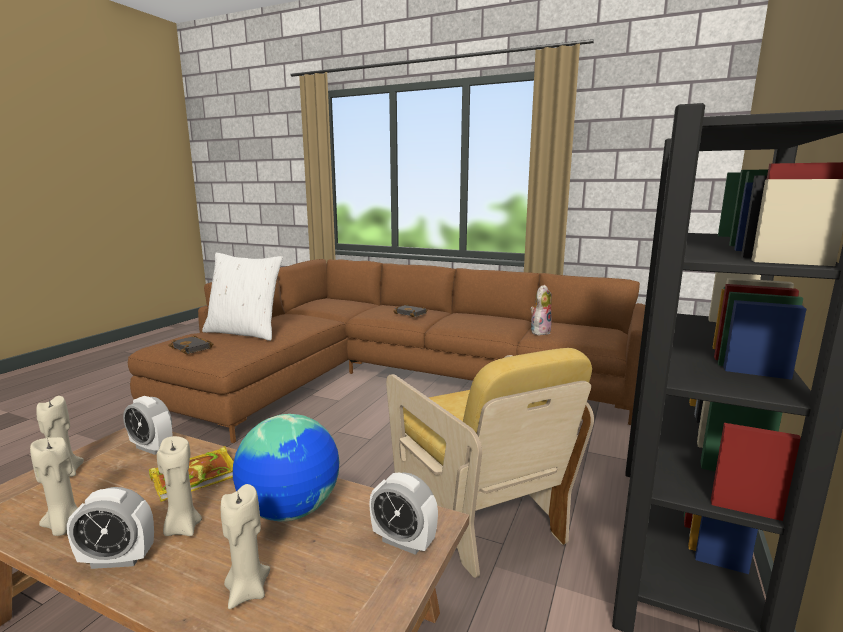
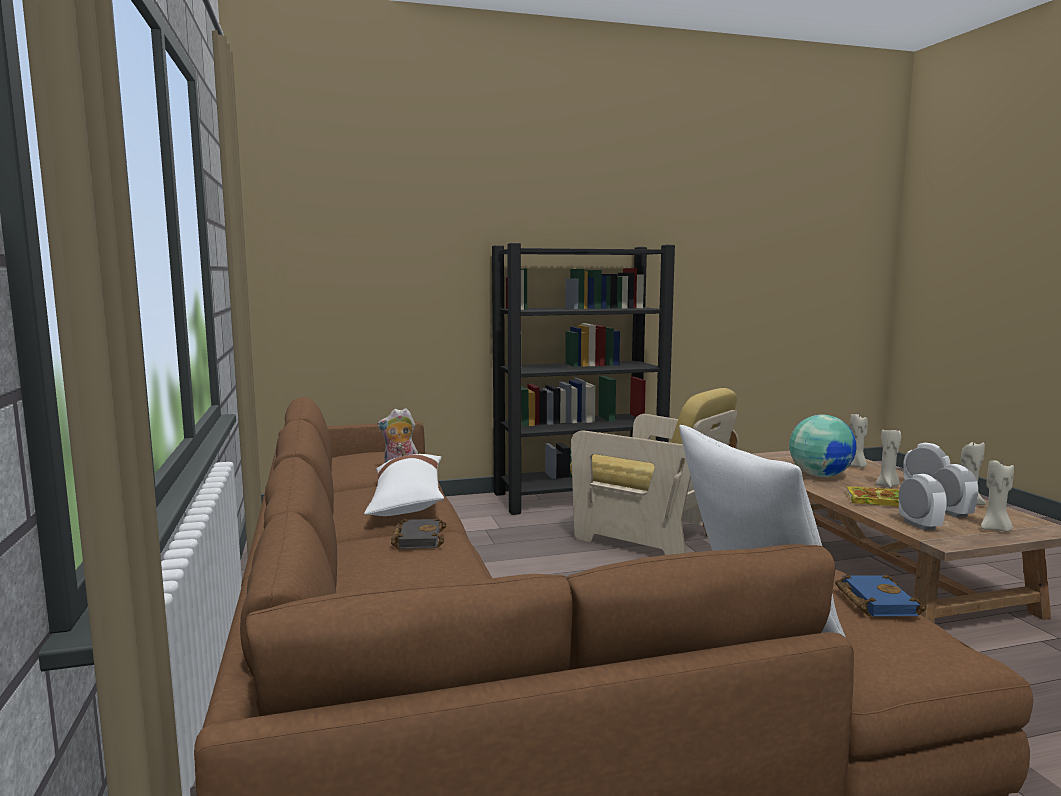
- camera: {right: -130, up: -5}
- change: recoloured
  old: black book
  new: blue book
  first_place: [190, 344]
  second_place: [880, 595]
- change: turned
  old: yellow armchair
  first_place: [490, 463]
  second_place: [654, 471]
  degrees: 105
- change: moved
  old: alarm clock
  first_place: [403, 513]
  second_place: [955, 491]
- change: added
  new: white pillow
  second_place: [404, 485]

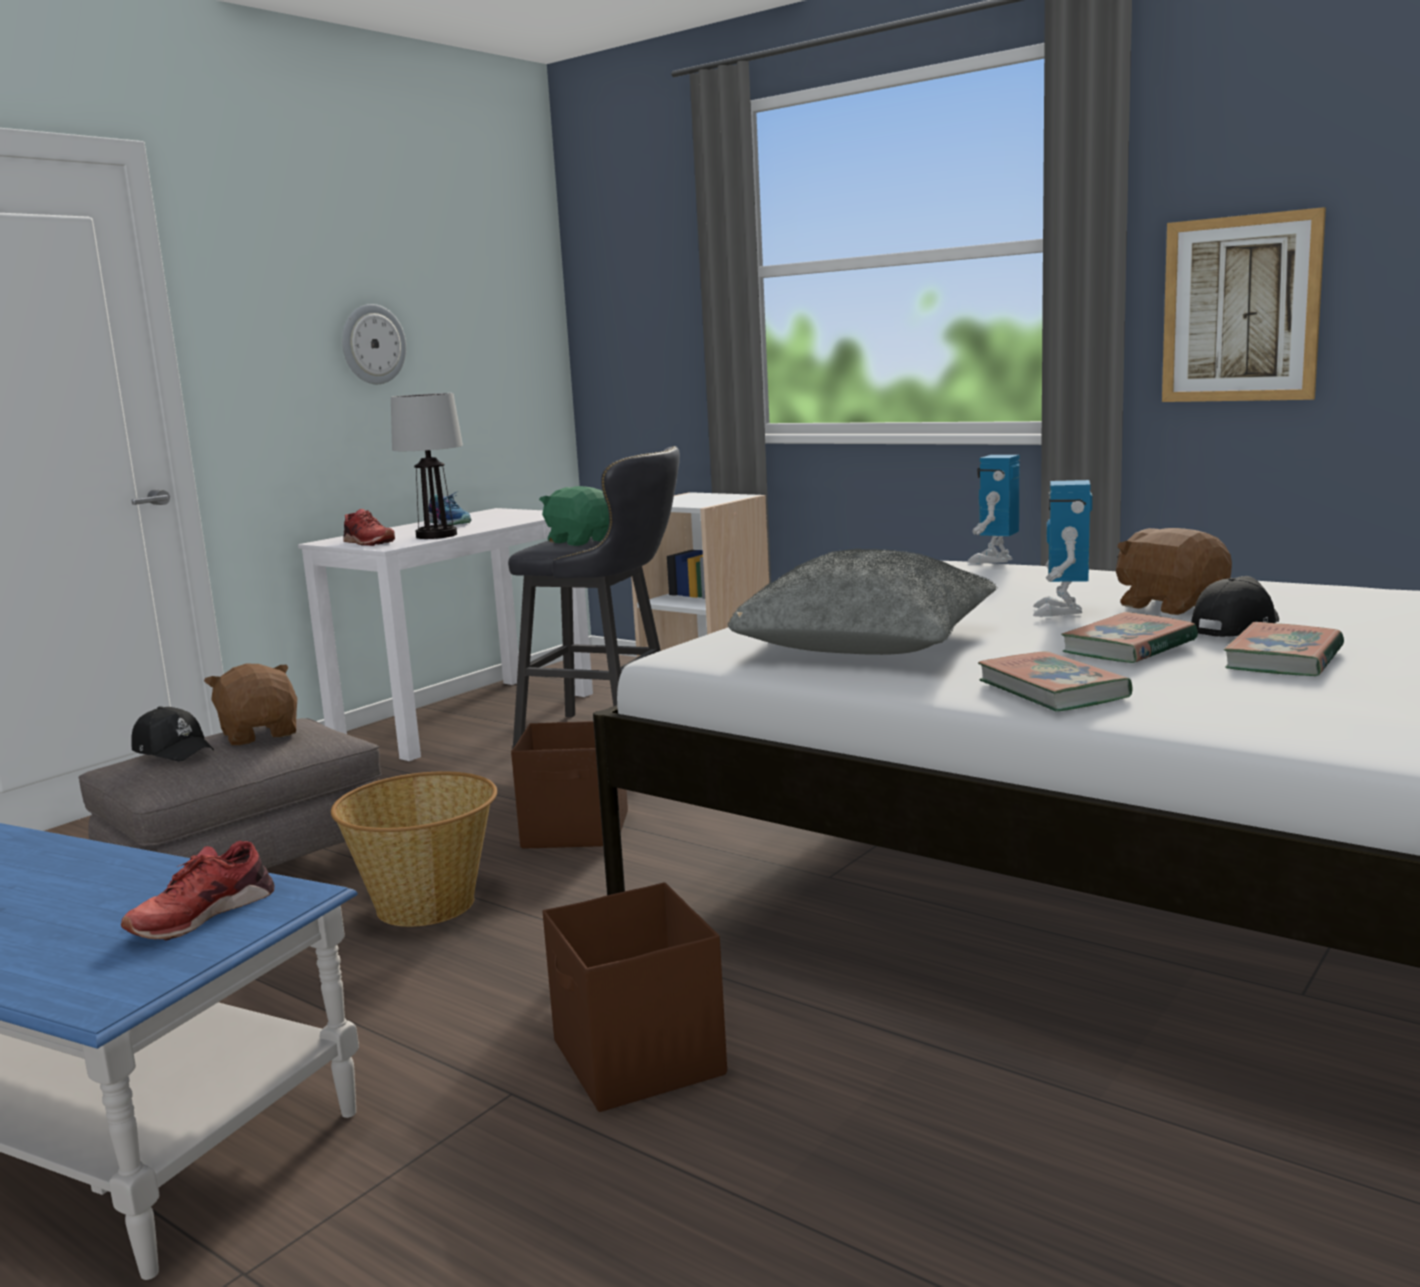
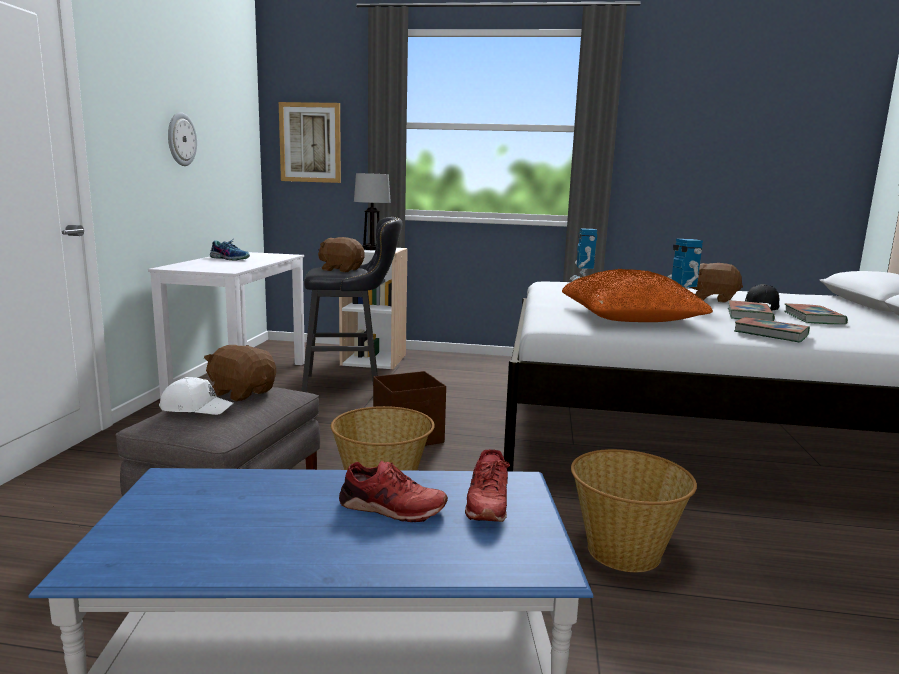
- camera: {right: -30, up: 0}
- change: moved
  old: picture
  first_place: [1244, 304]
  second_place: [310, 142]
- change: moved
  old: table lamp
  first_place: [427, 466]
  second_place: [372, 211]
- change: recoloured
  old: green plush toy
  new: brown plush toy
  first_place: [574, 516]
  second_place: [341, 254]
- change: moved
  old: red shoe
  first_place: [369, 527]
  second_place: [393, 491]
- change: recoloured
  old: grey pillow
  new: orange pillow
  first_place: [862, 601]
  second_place: [637, 295]
- change: recoloured
  old: black cap
  new: white cap
  first_place: [172, 734]
  second_place: [196, 396]
- change: replaced
  old: brown storage box
  new: basket
  first_place: [635, 997]
  second_place: [634, 510]

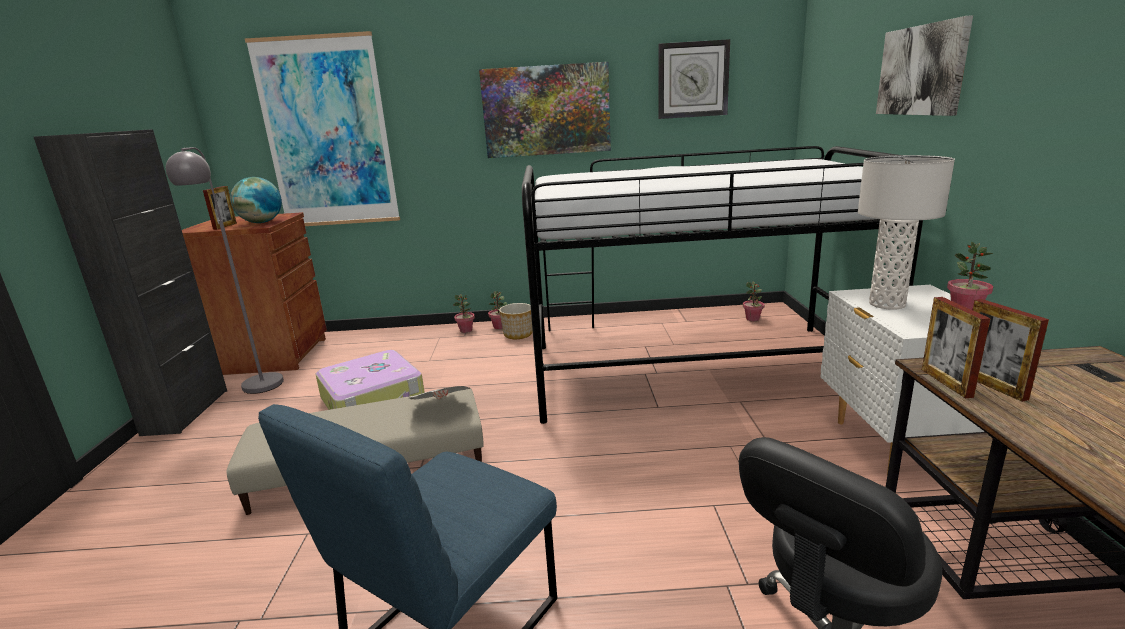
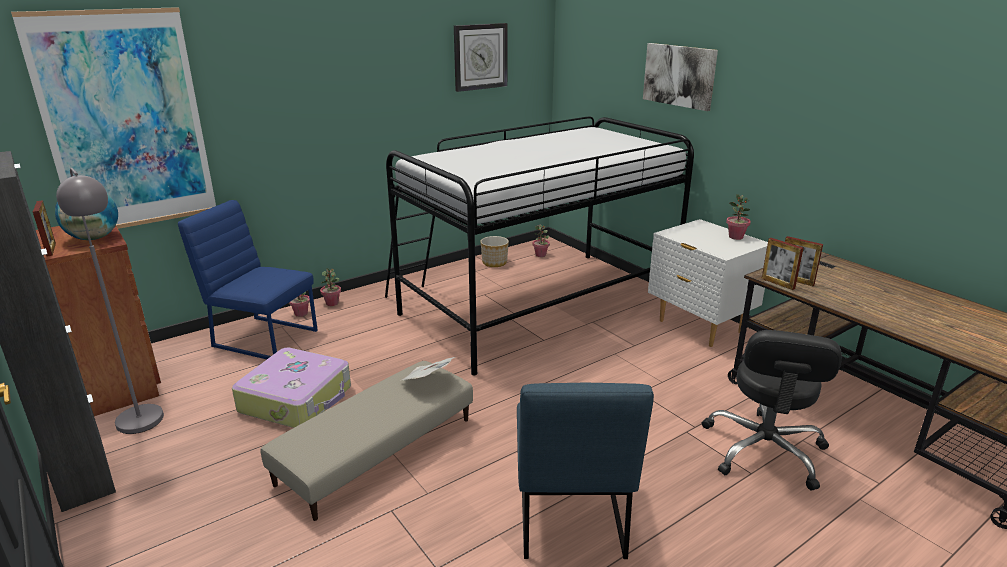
- camera: {right: -35, up: 5}
- change: removed
  old: picture
  first_place: [545, 110]
- change: removed
  old: white table lamp
  first_place: [906, 232]
- change: moved
  old: planter
  first_place: [516, 321]
  second_place: [494, 251]
- change: added
  new: blue chair
  second_place: [248, 279]

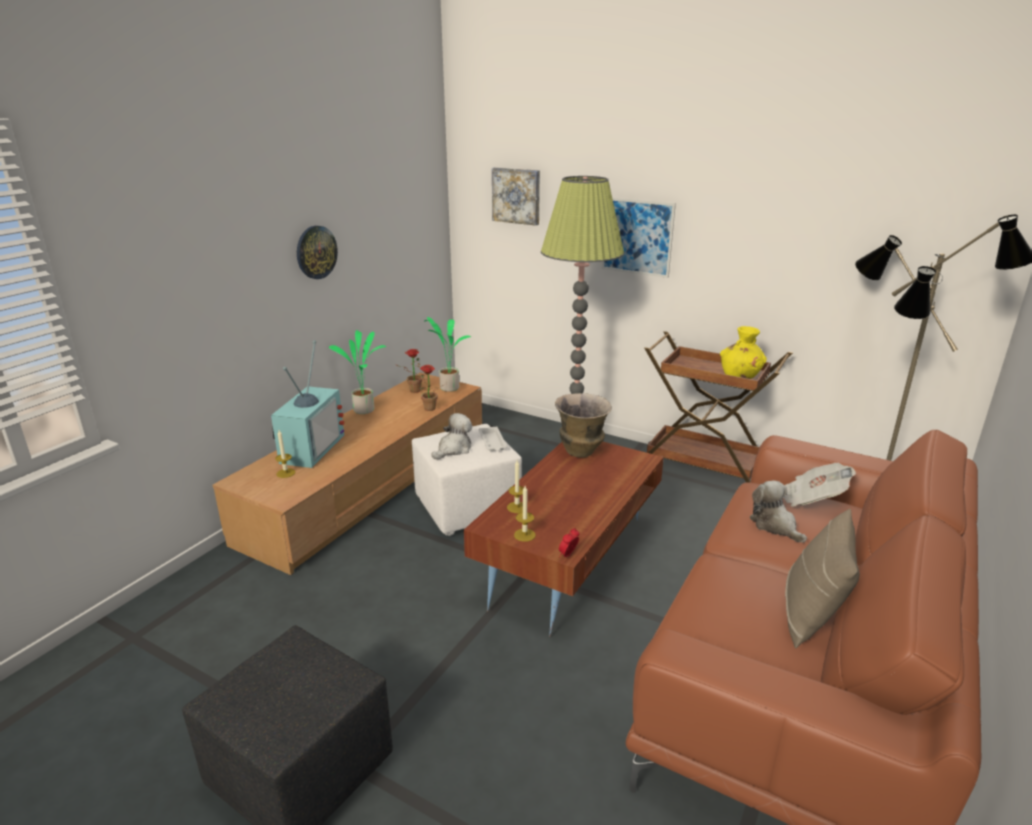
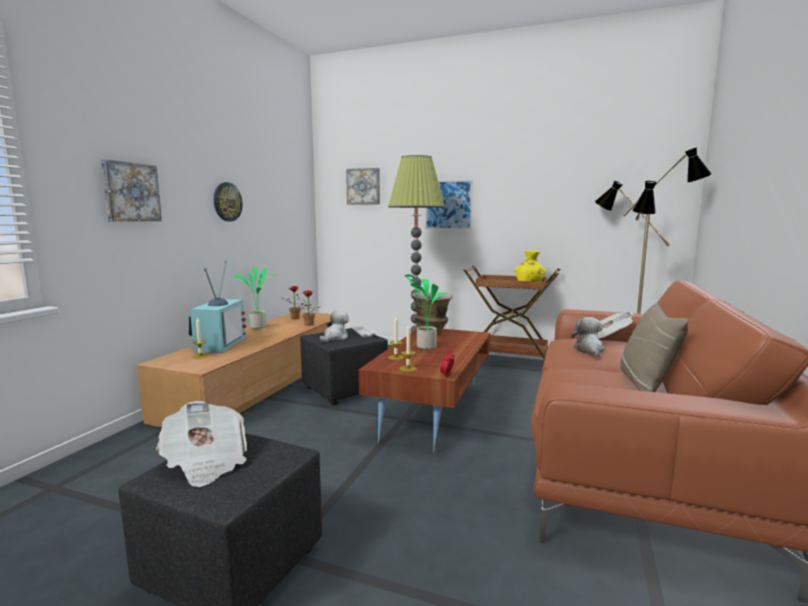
- camera: {right: -10, up: -15}
- change: moved
  old: potted plant
  first_place: [447, 354]
  second_place: [425, 311]
- change: recoloured
  old: white ottoman
  new: black ottoman
  first_place: [467, 480]
  second_place: [344, 366]
- change: turned
  old: plush toy
  first_place: [778, 511]
  second_place: [588, 337]
  degrees: 45
- change: added
  new: picture
  second_place: [131, 191]
- change: added
  new: newspaper
  second_place: [201, 444]

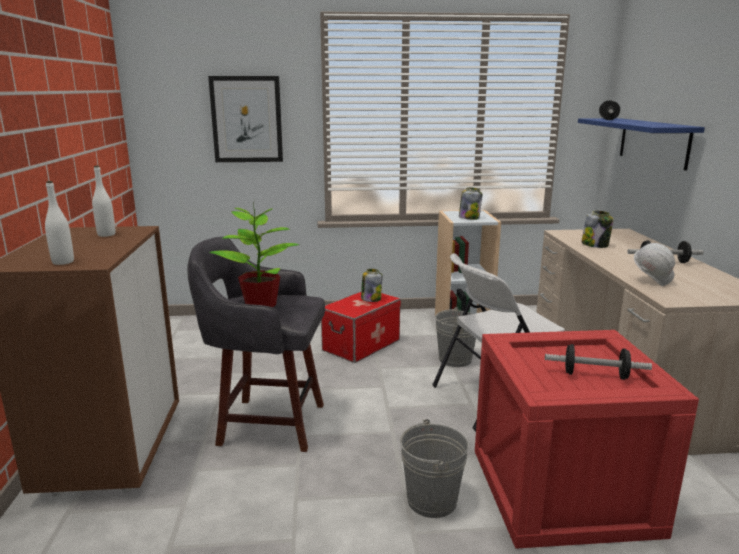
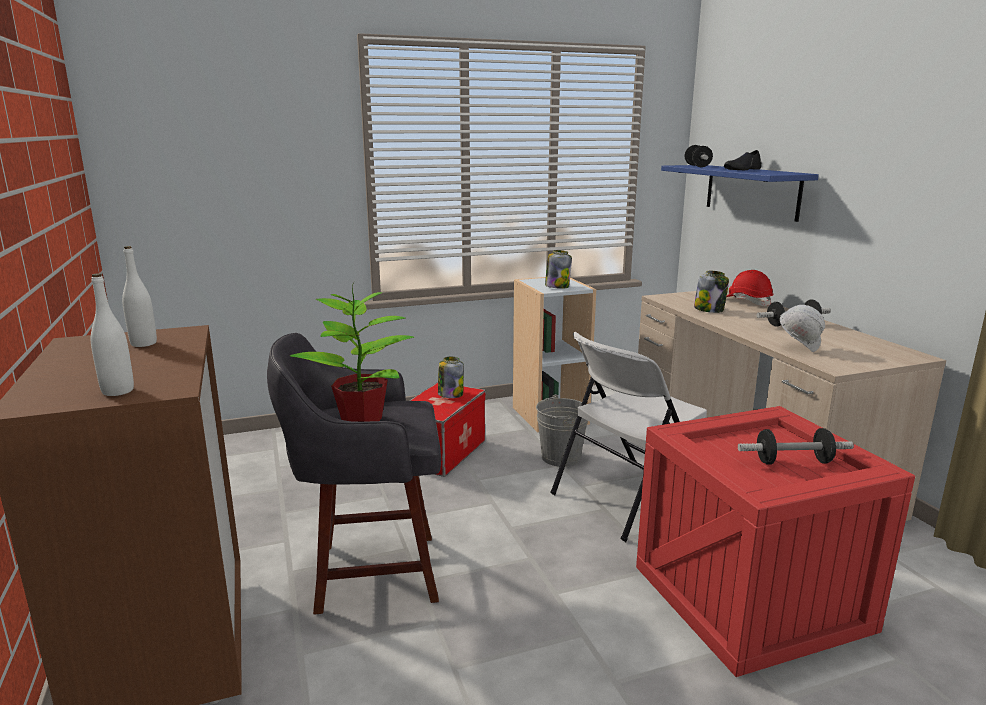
- camera: {right: -15, up: 0}
- change: removed
  old: picture
  first_place: [245, 119]
- change: removed
  old: grey bucket
  first_place: [434, 468]
- change: added
  new: black shoe
  second_place: [742, 160]
- change: added
  new: red hard hat
  second_place: [750, 288]

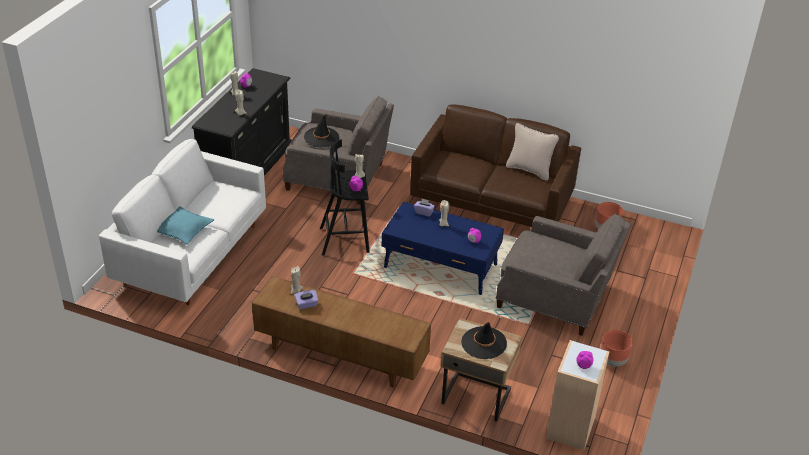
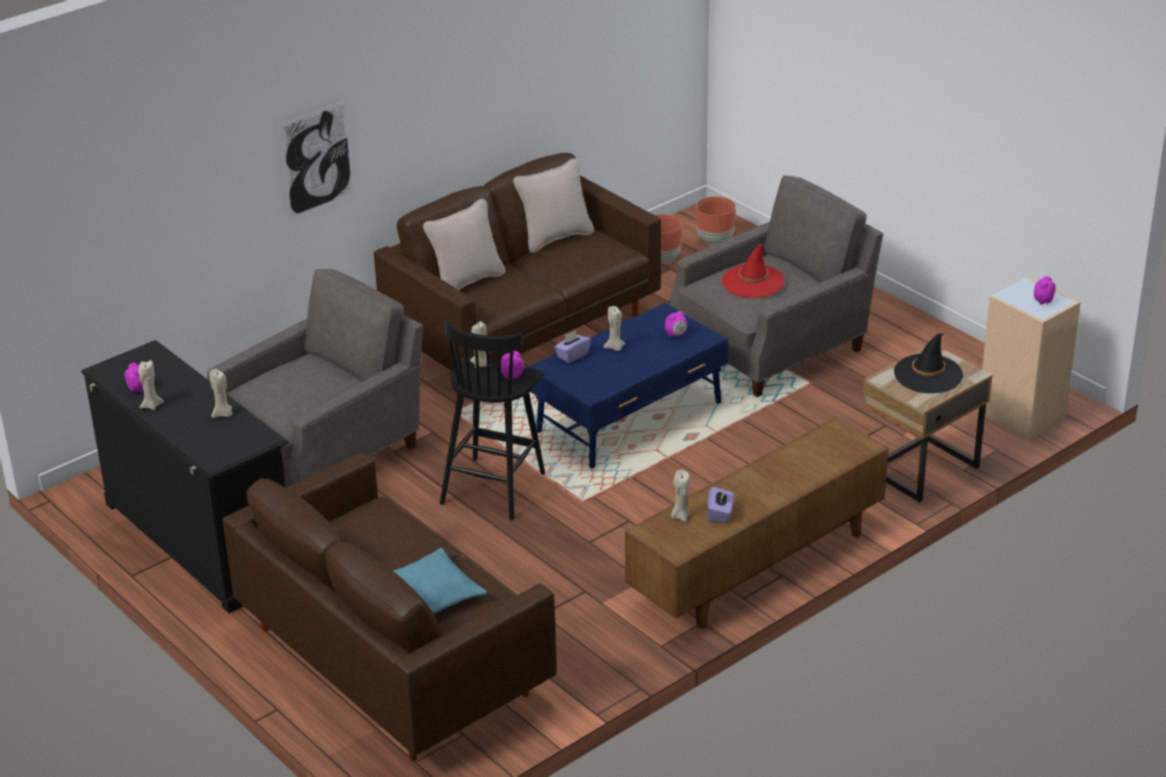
- camera: {right: -60, up: -5}
- change: removed
  old: black hat
  first_place: [321, 130]
- change: recoloured
  old: white sofa
  new: brown sofa
  first_place: [182, 222]
  second_place: [389, 606]
- change: moved
  old: brown planter
  first_place: [617, 348]
  second_place: [716, 221]
- change: added
  new: picture
  second_place: [317, 160]
- change: added
  new: beige pillow
  second_place: [464, 244]
- change: added
  new: red hat
  second_place: [753, 271]

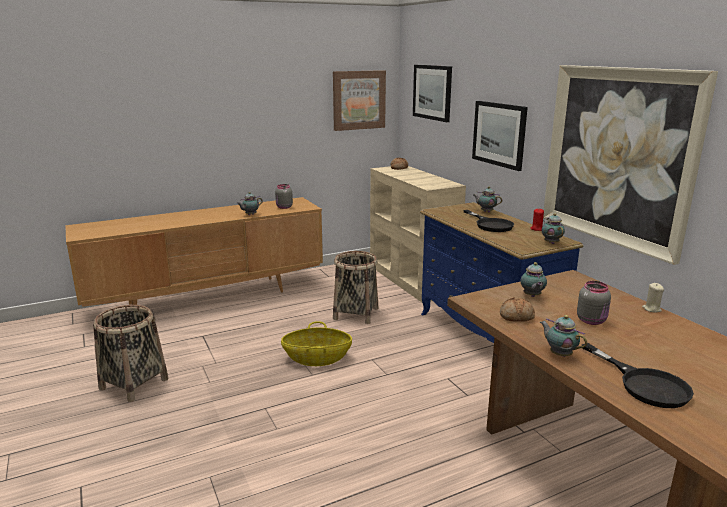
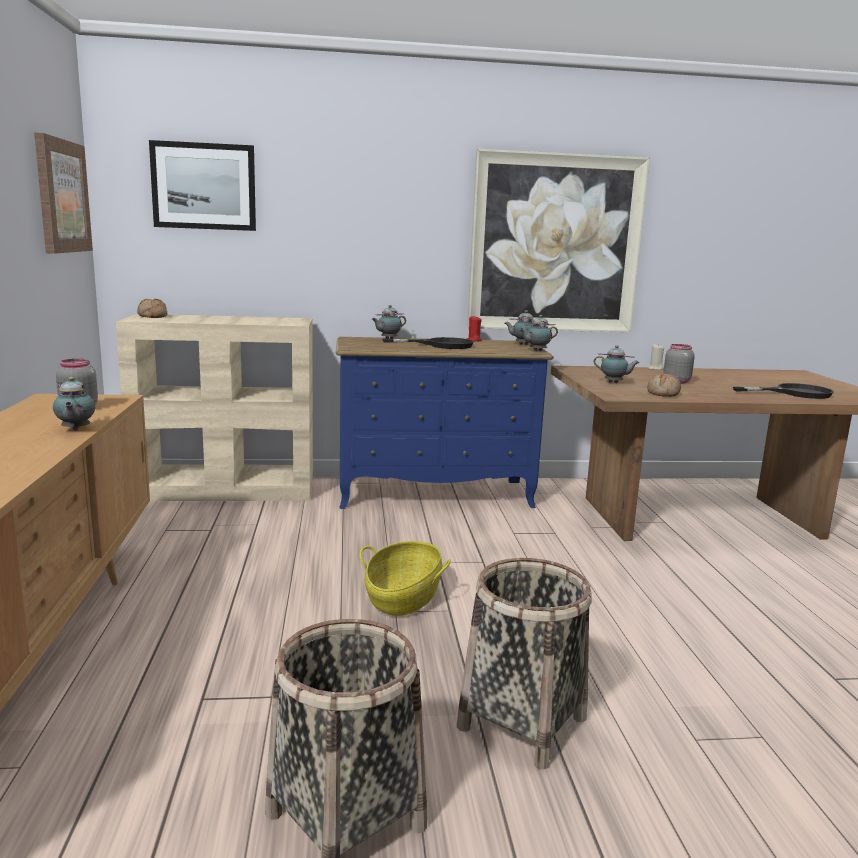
- camera: {right: -70, up: -5}
- change: removed
  old: picture
  first_place: [500, 136]
- change: moved
  old: basket
  first_place: [356, 287]
  second_place: [524, 664]
- change: moved
  old: teapot
  first_place: [563, 336]
  second_place: [538, 333]

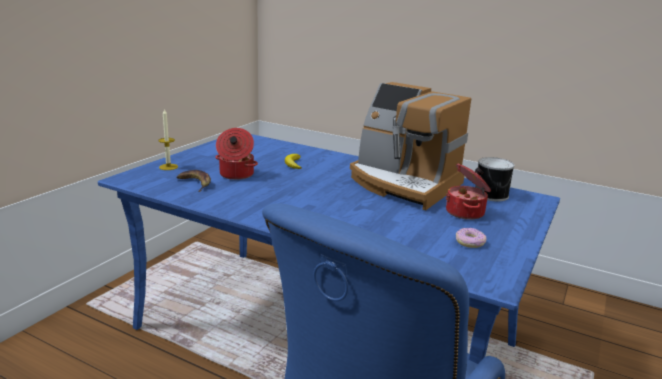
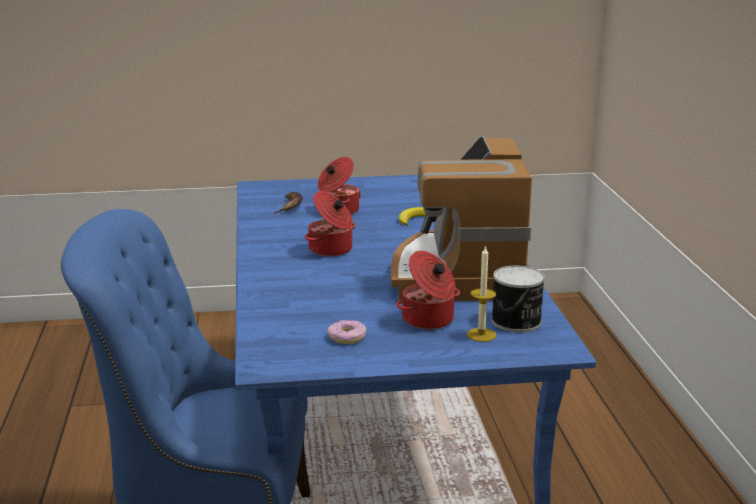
- camera: {right: 55, up: 0}
- change: moved
  old: candle
  first_place: [168, 139]
  second_place: [482, 293]
- change: added
  new: cooking pot
  second_place: [330, 224]

